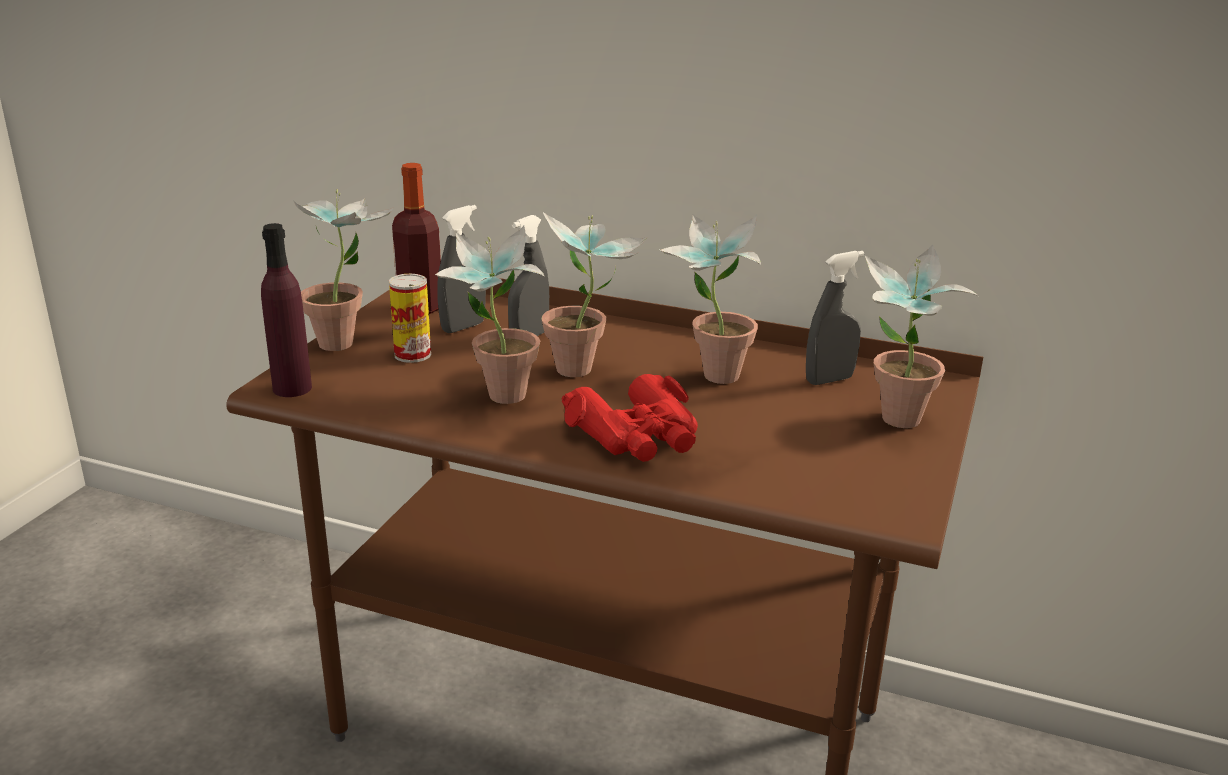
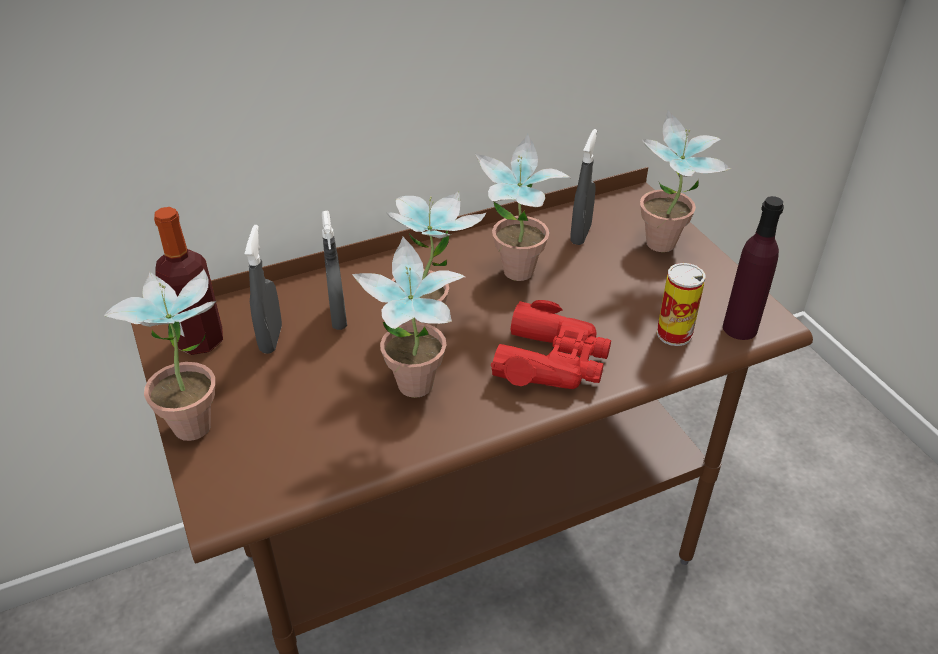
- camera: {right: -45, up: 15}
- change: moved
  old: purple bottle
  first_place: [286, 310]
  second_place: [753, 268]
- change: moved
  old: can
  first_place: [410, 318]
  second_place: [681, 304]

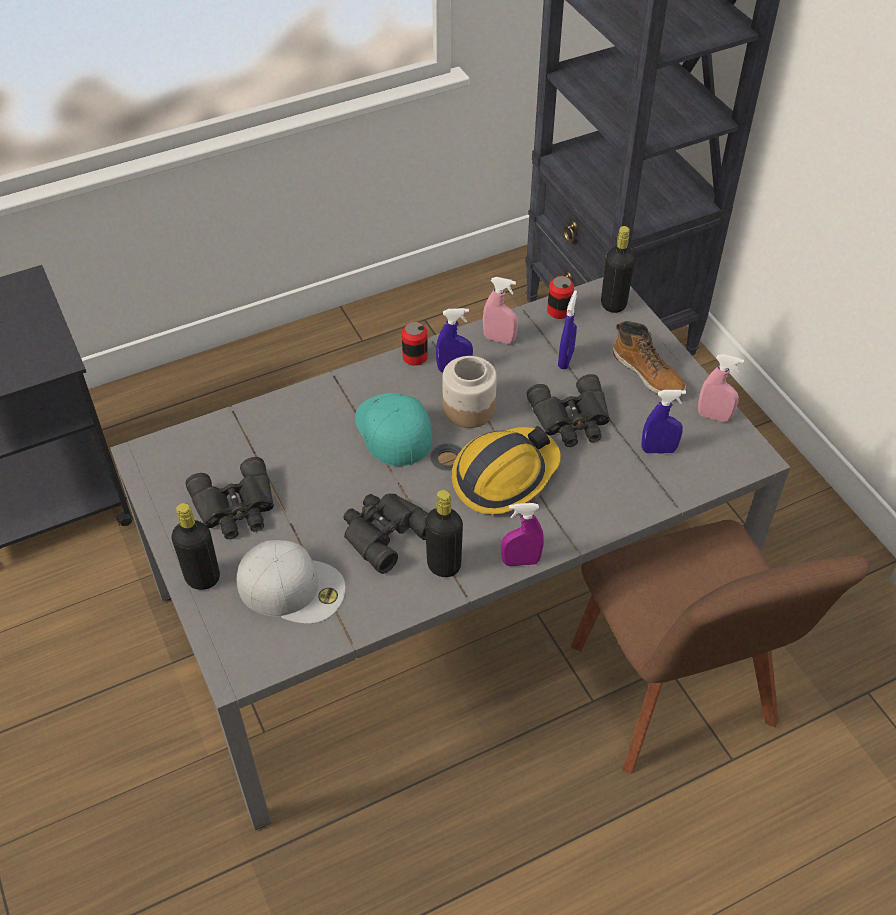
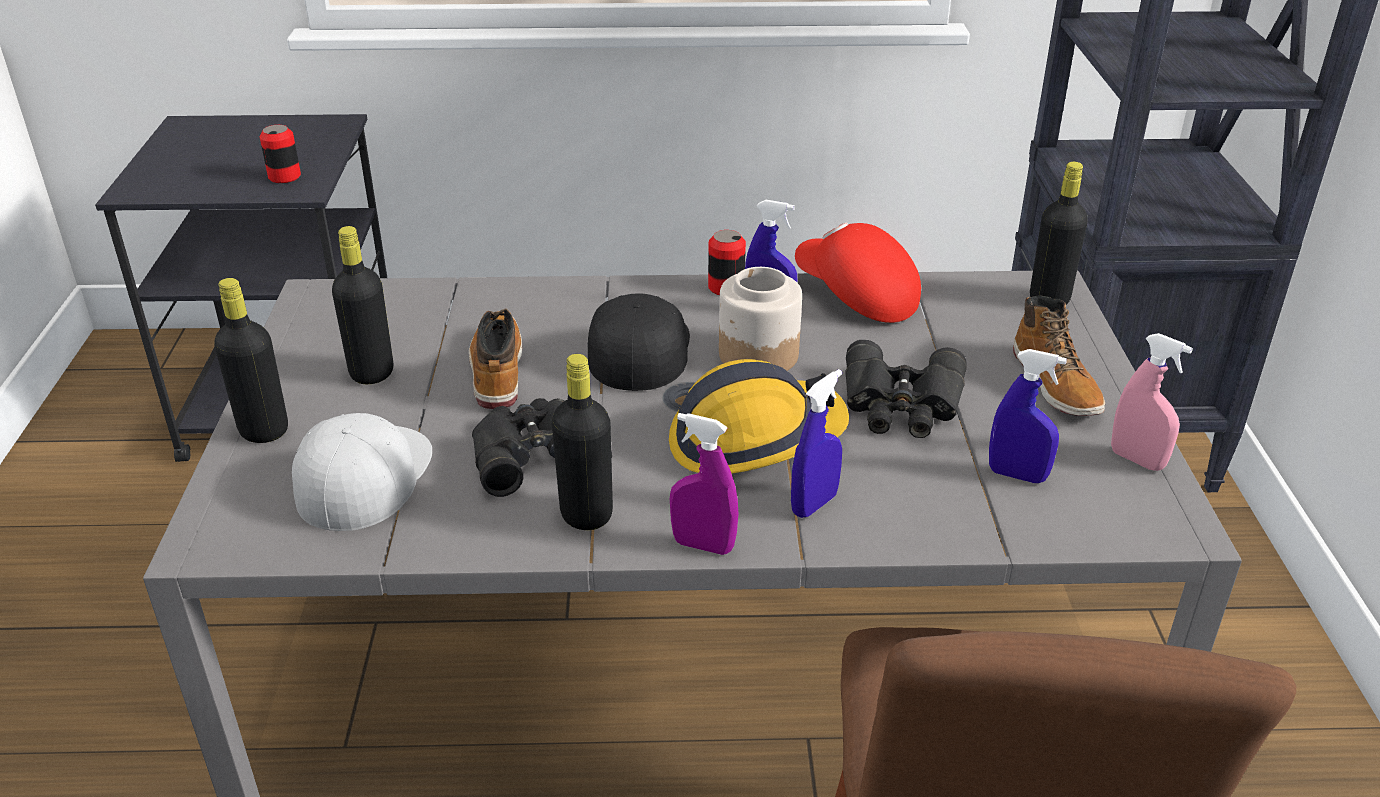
- camera: {right: 25, up: -15}
- change: moved
  old: can
  first_place: [560, 297]
  second_place: [280, 154]
- change: replaced
  old: pink spray bottle
  new: red cap
  first_place: [500, 310]
  second_place: [858, 272]
- change: moved
  old: blue spray bottle
  first_place: [567, 329]
  second_place: [816, 443]
- change: recoloured
  old: turquoise cap
  new: black cap
  first_place: [393, 429]
  second_place: [639, 342]
- change: replaced
  old: black binoculars
  new: black bottle
  first_place: [229, 498]
  second_place: [362, 305]
- change: turned
  old: white cap
  first_place: [291, 582]
  second_place: [362, 472]
  degrees: -120
- change: added
  new: boot
  second_place: [495, 358]

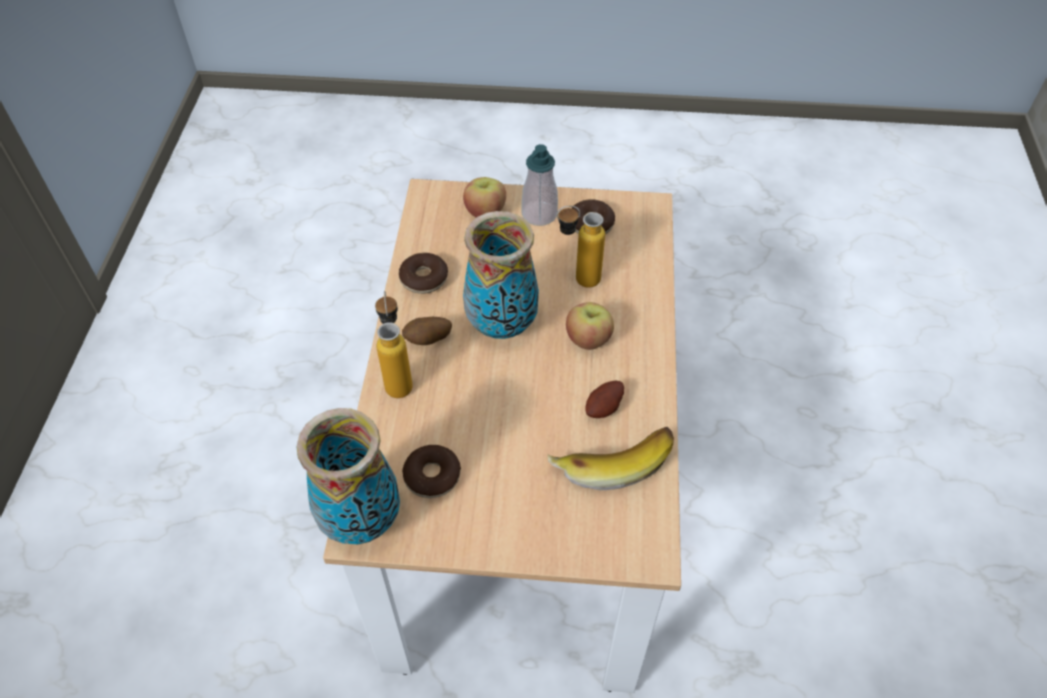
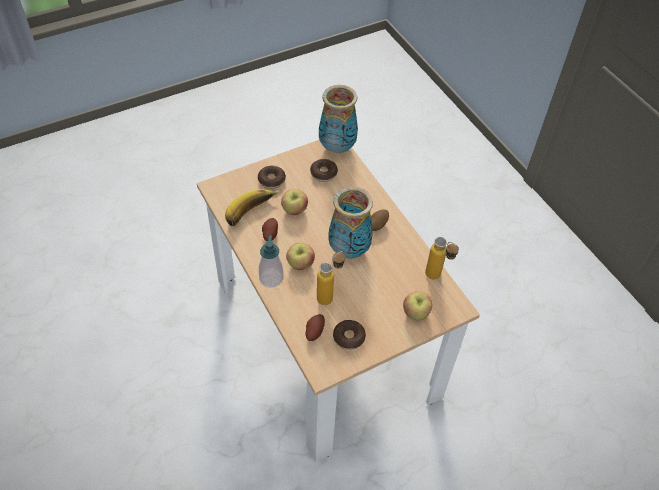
- camera: {right: 145, up: 0}
- change: moved
  old: soap dispenser
  first_place: [539, 185]
  second_place: [271, 262]
- change: moved
  old: donut
  first_place: [423, 273]
  second_place: [272, 177]
- change: moved
  old: bottle
  first_place: [394, 344]
  second_place: [442, 258]
- change: added
  new: apple
  second_place: [294, 202]
- change: added
  new: potato
  second_place: [315, 327]

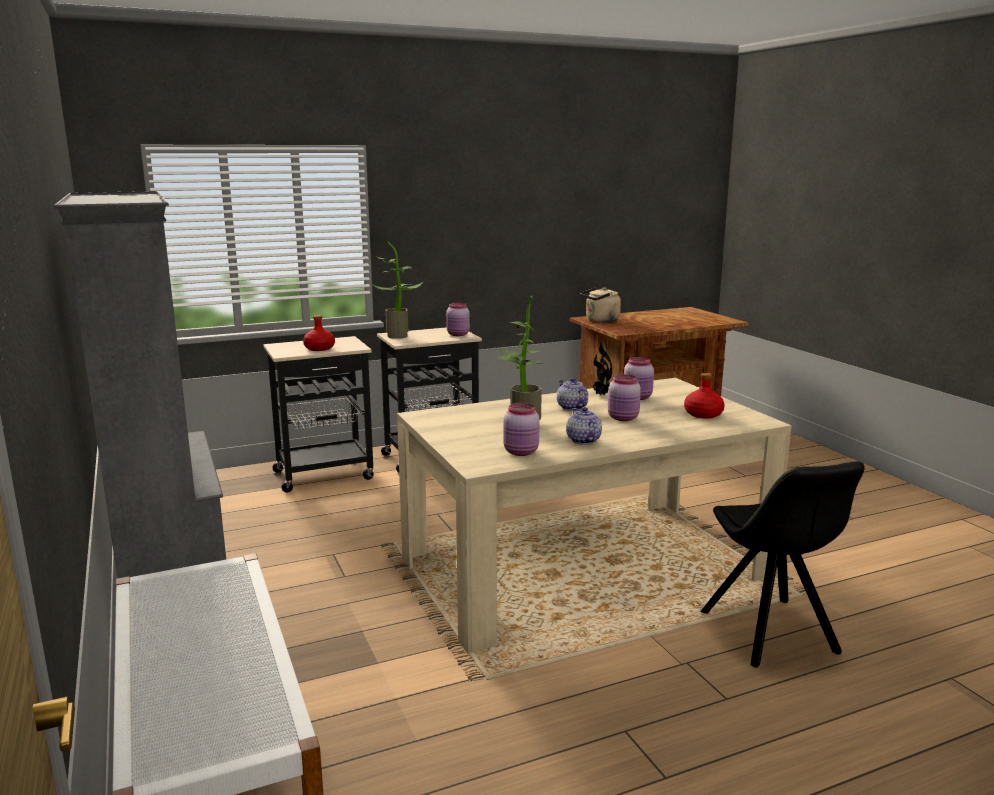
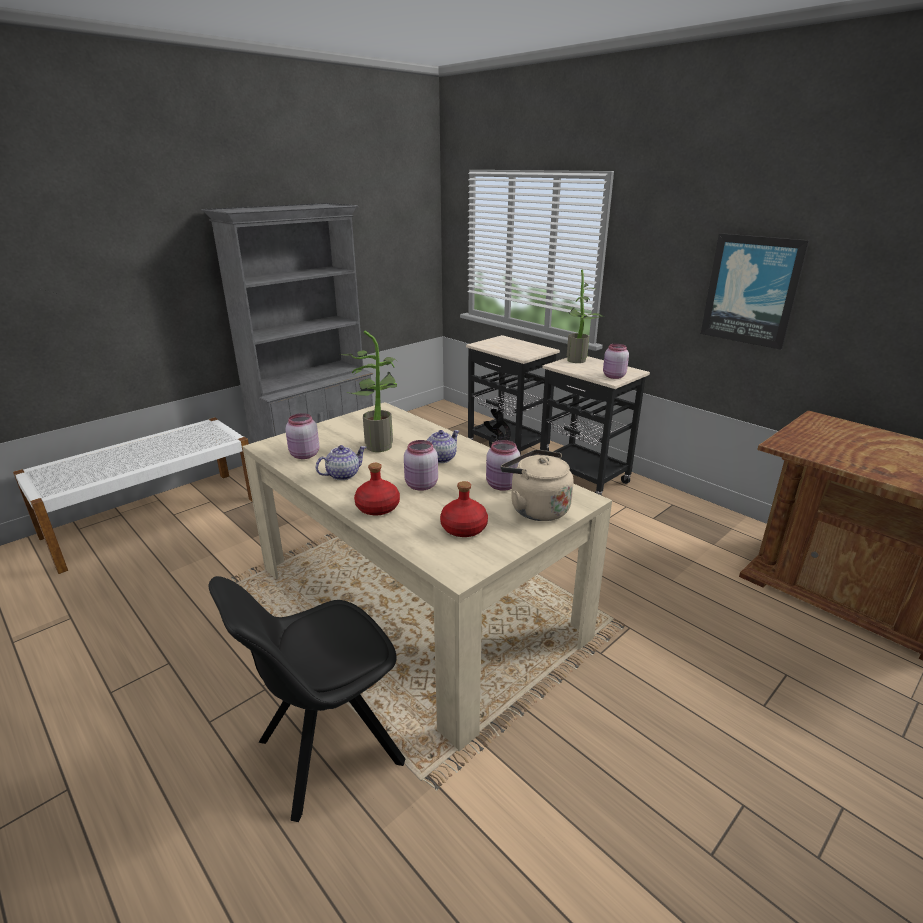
- camera: {right: 70, up: 10}
- change: moved
  old: beige kettle
  first_place: [600, 305]
  second_place: [537, 485]
- change: moved
  old: red bottle
  first_place: [319, 333]
  second_place: [377, 489]
- change: added
  new: picture
  second_place: [755, 291]

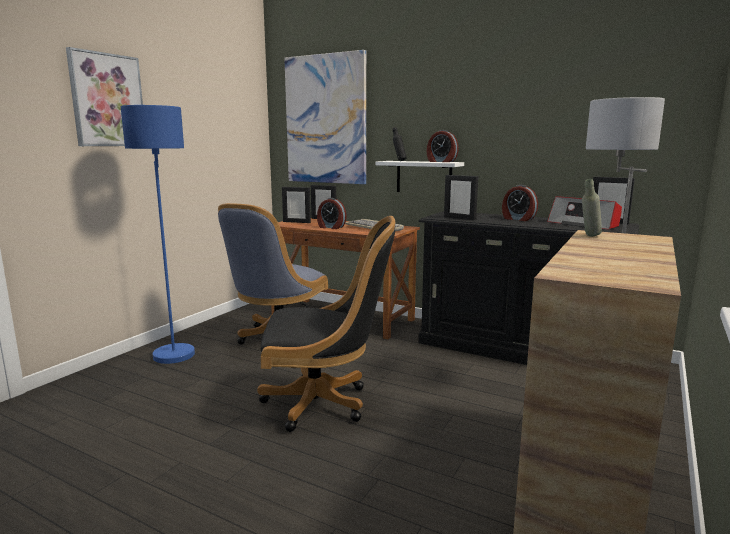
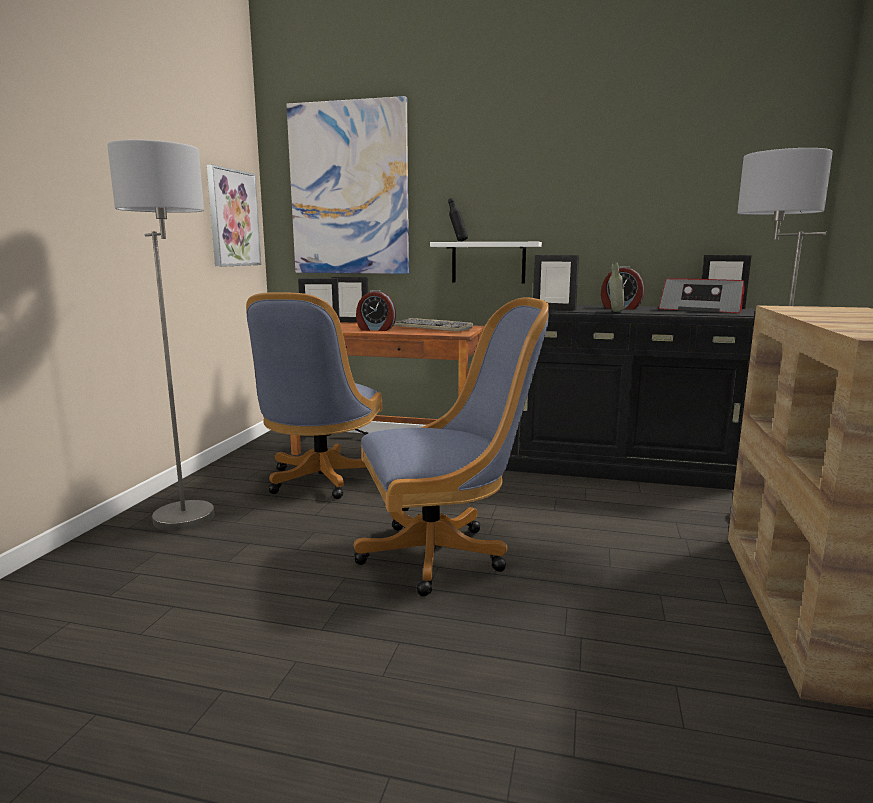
- camera: {right: -15, up: 0}
- change: moved
  old: picture
  first_place: [104, 96]
  second_place: [234, 216]
- change: recoloured
  old: blue floor lamp
  new: grey floor lamp
  first_place: [158, 234]
  second_place: [160, 335]
- change: removed
  old: alarm clock
  first_place: [442, 146]
- change: moved
  old: grey bottle
  first_place: [592, 207]
  second_place: [617, 287]
- change: recoloured
  old: black office chair
  new: blue office chair
  first_place: [326, 324]
  second_place: [451, 447]

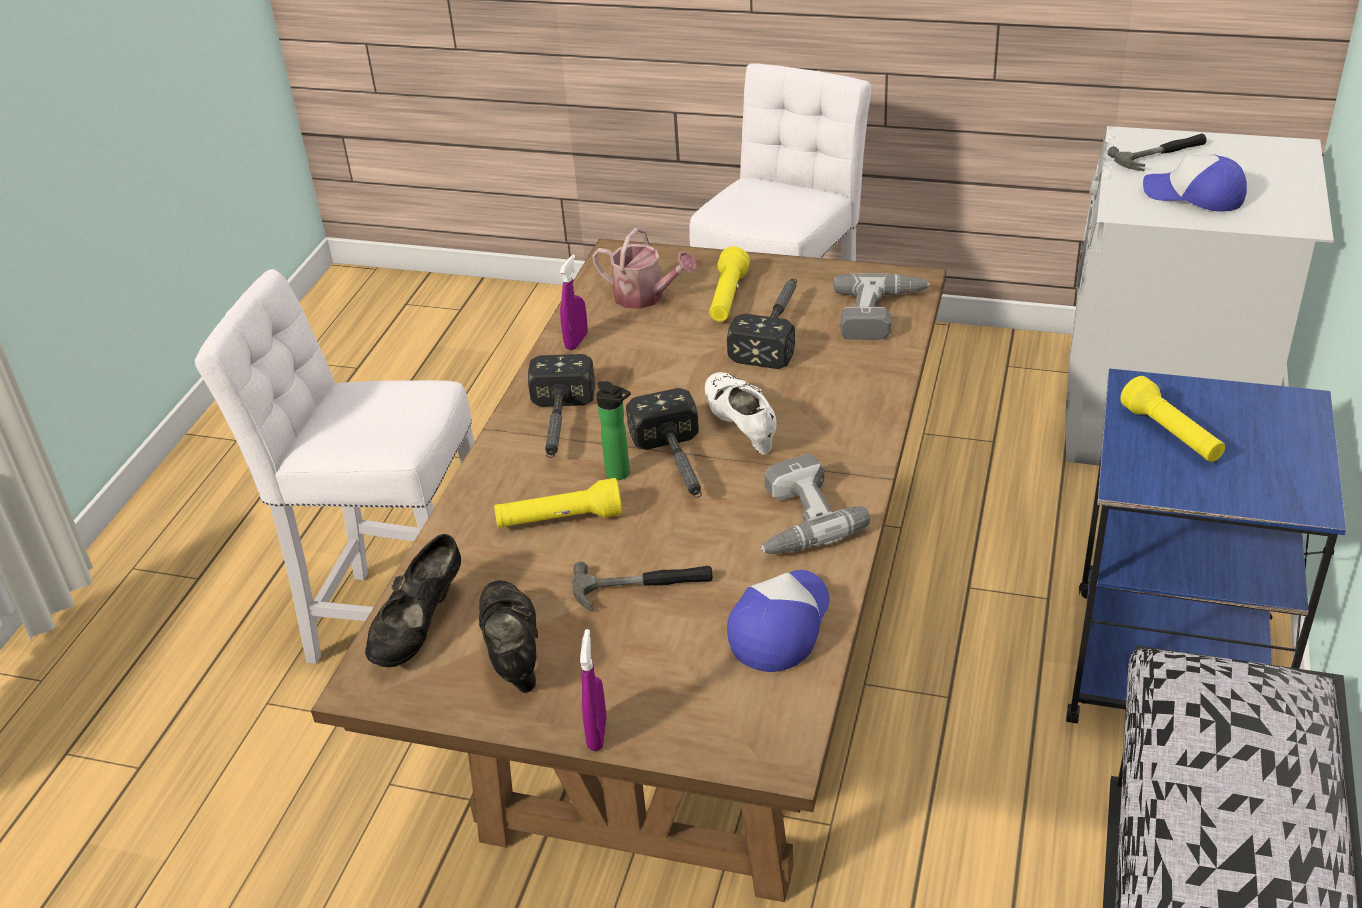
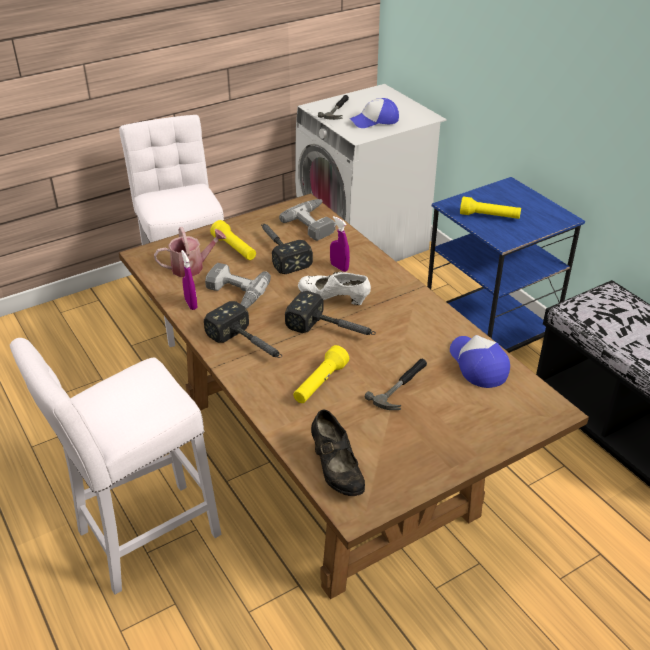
- camera: {right: -50, up: 0}
- change: removed
  old: bottle
  first_place: [613, 430]
- change: moved
  old: power drill
  first_place: [815, 504]
  second_place: [238, 286]
- change: removed
  old: black shoe
  first_place: [508, 636]
- change: moved
  old: purple spray bottle
  first_place: [593, 690]
  second_place: [340, 244]

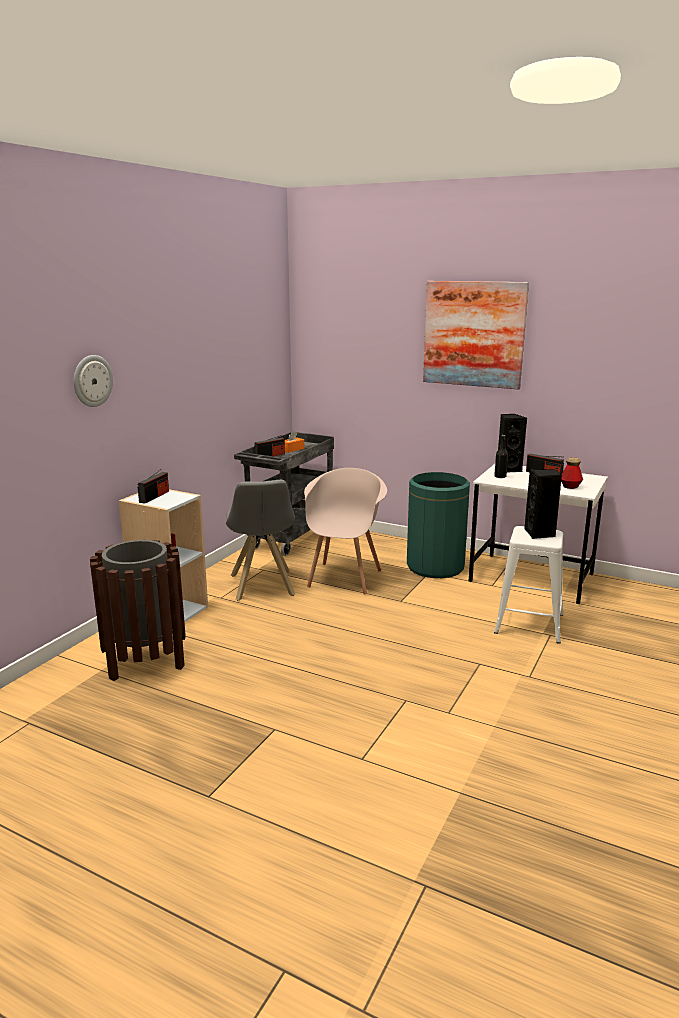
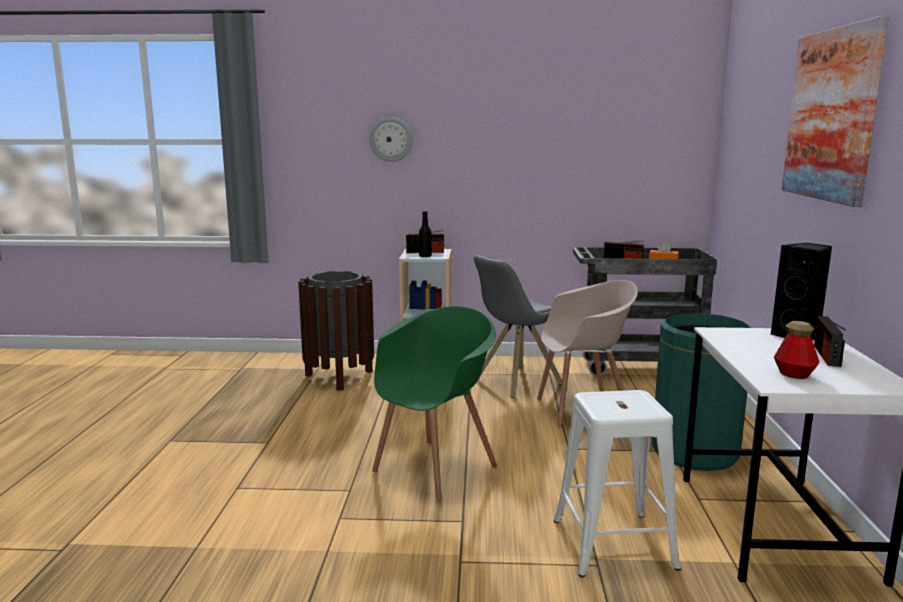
- camera: {right: 65, up: -5}
- change: moved
  old: black bottle
  first_place: [501, 456]
  second_place: [425, 234]
- change: removed
  old: black speaker
  first_place: [543, 504]
- change: added
  new: green chair
  second_place: [434, 403]

